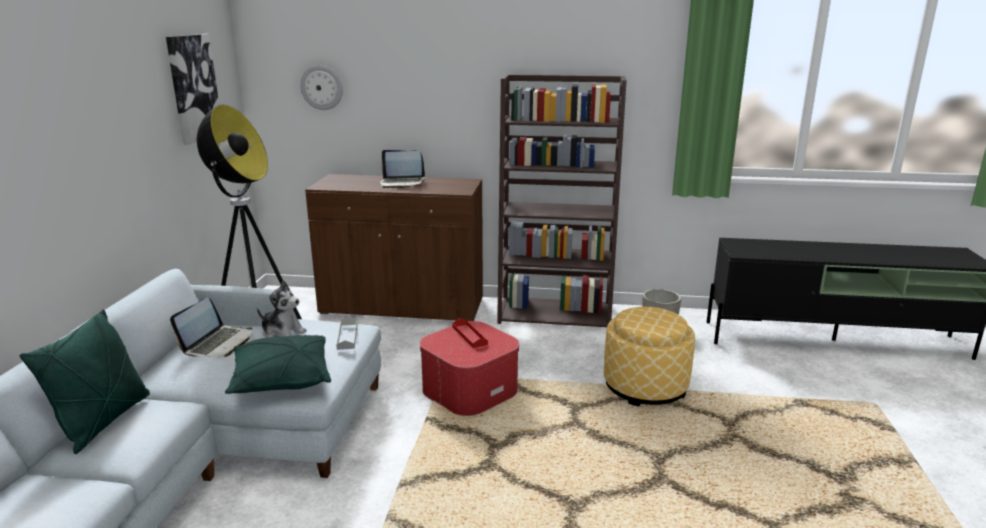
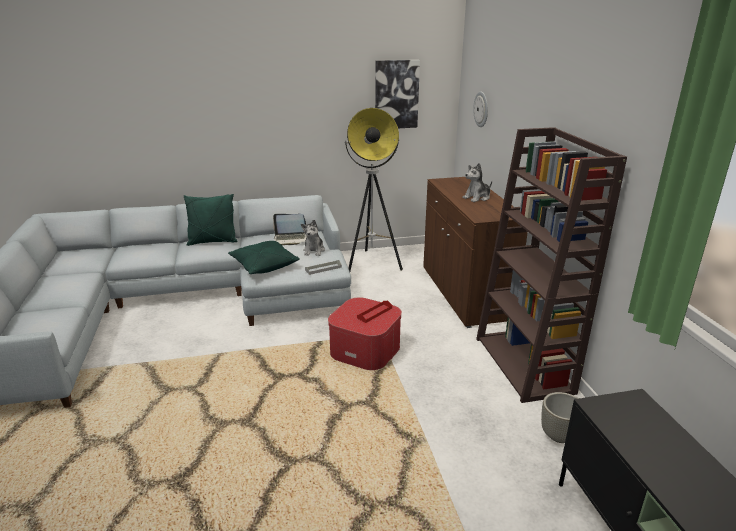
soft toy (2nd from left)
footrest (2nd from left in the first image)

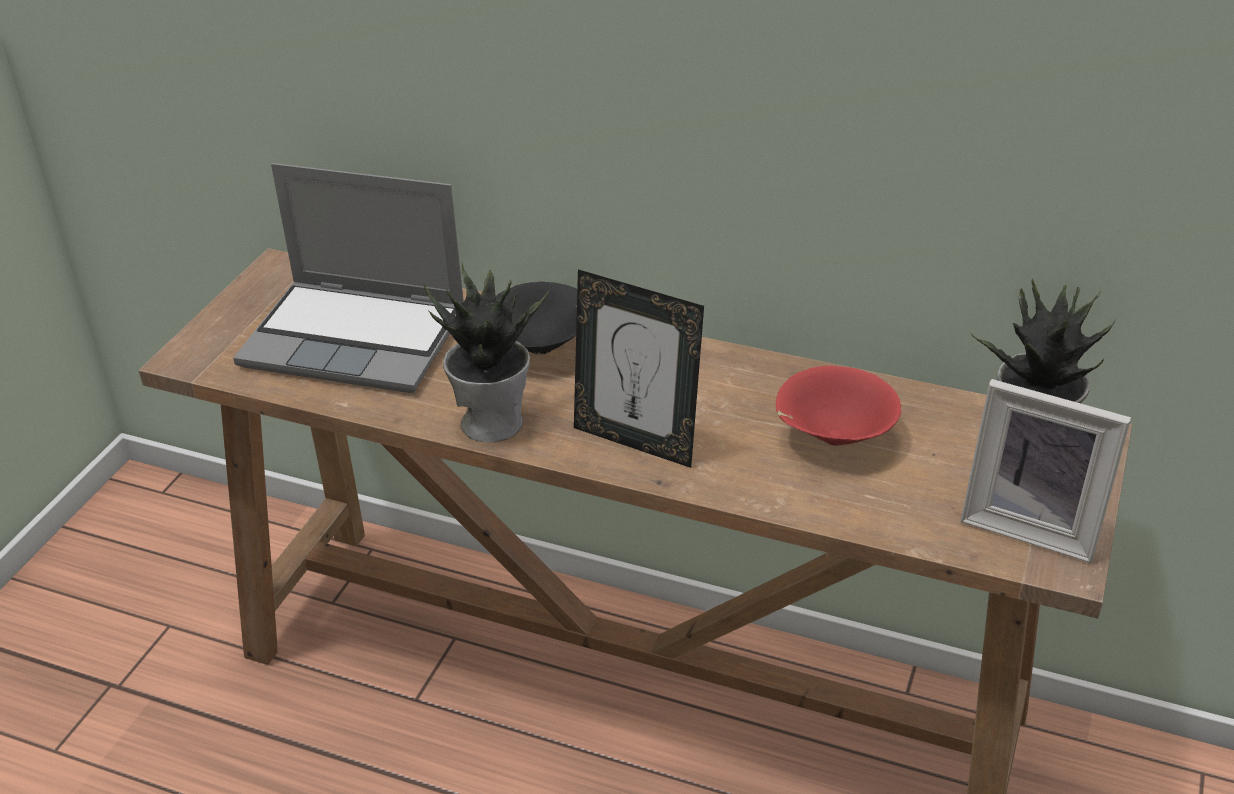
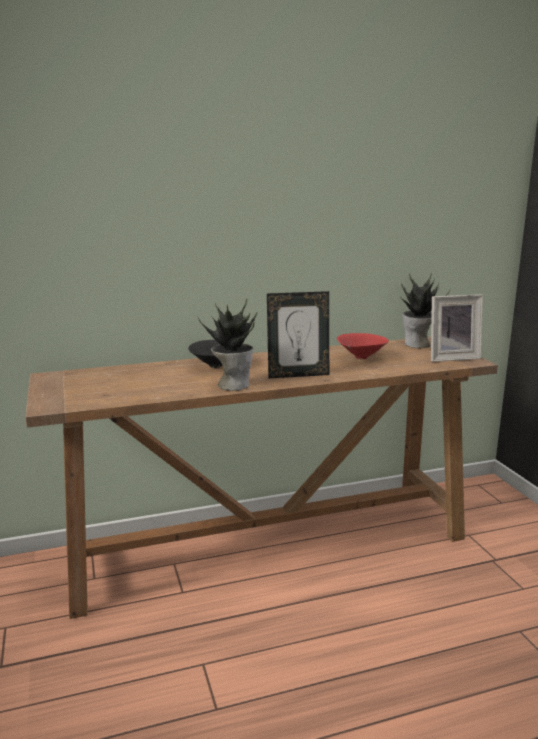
laptop

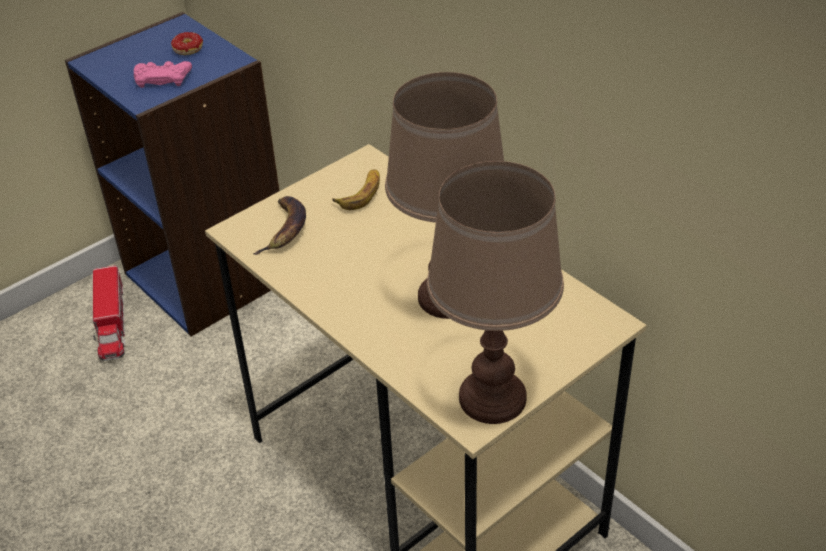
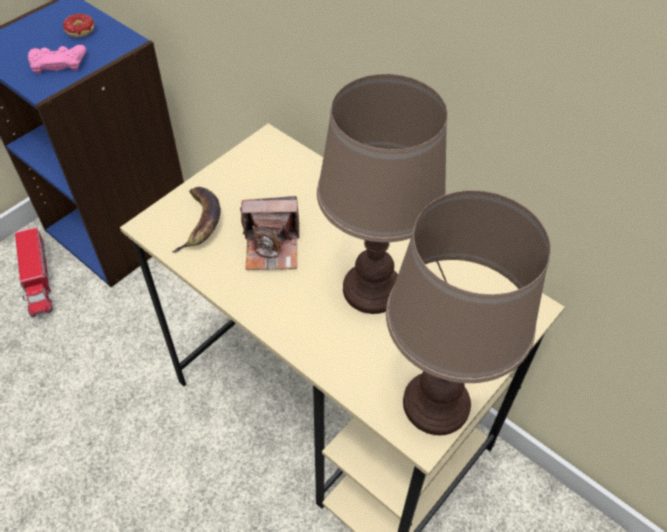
banana fruit (2nd from left in the first image)
photo camera

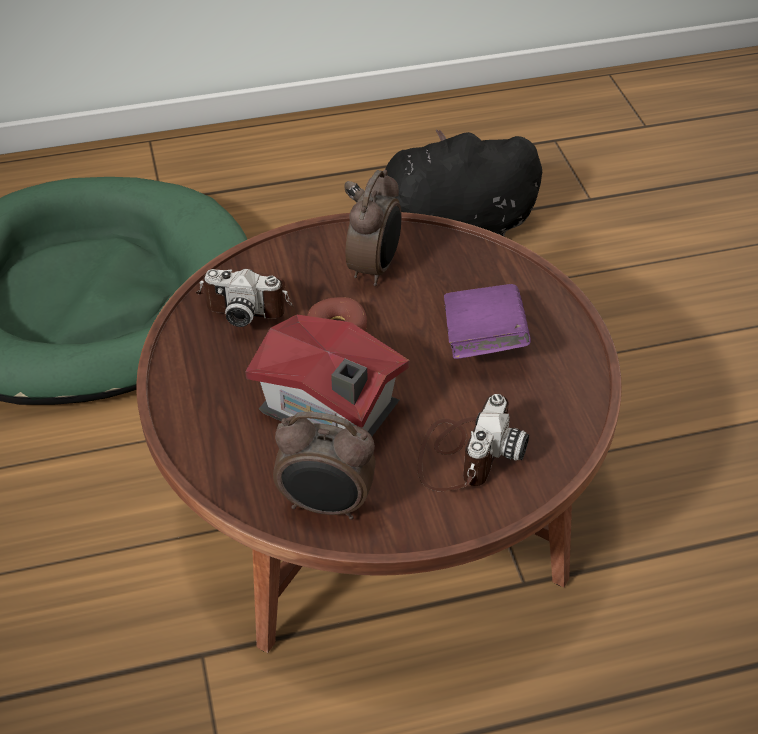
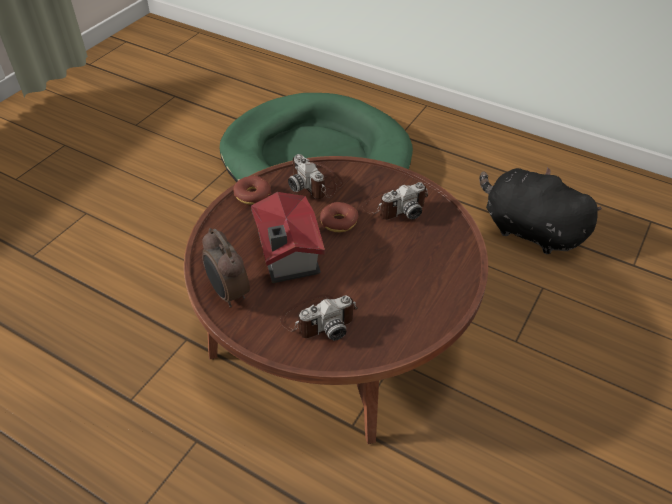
photo camera (3rd from left)
volume in purple
ring doughnut (1st from left)

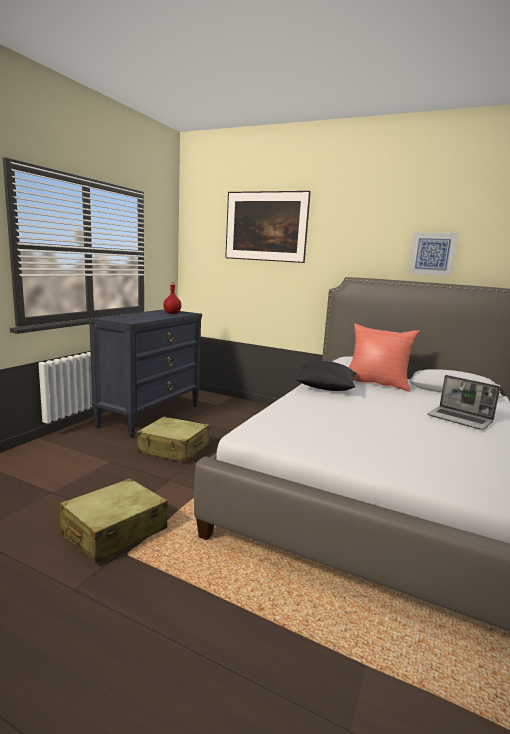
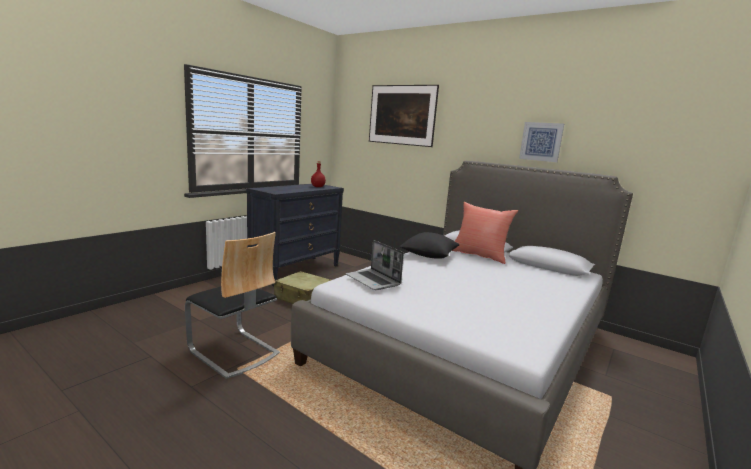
chair
laptop

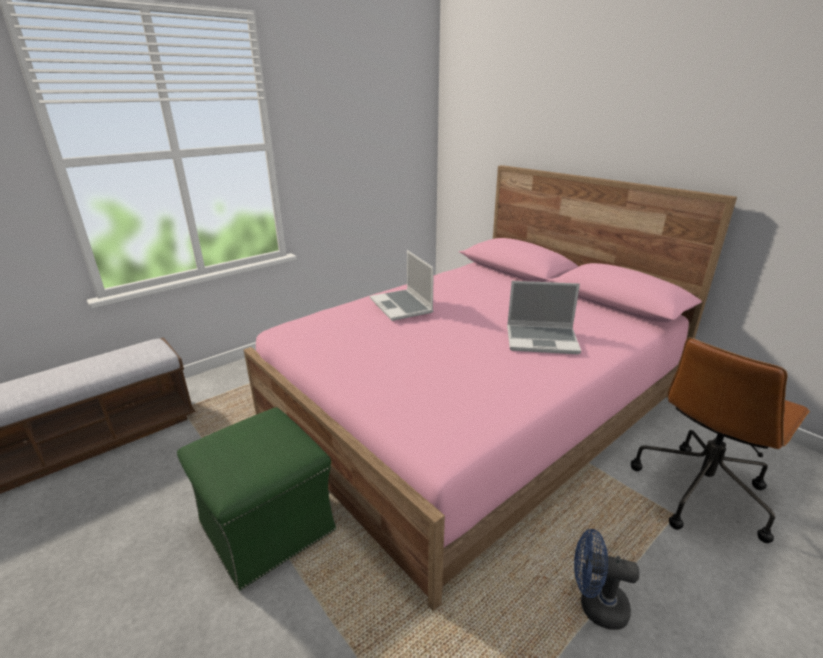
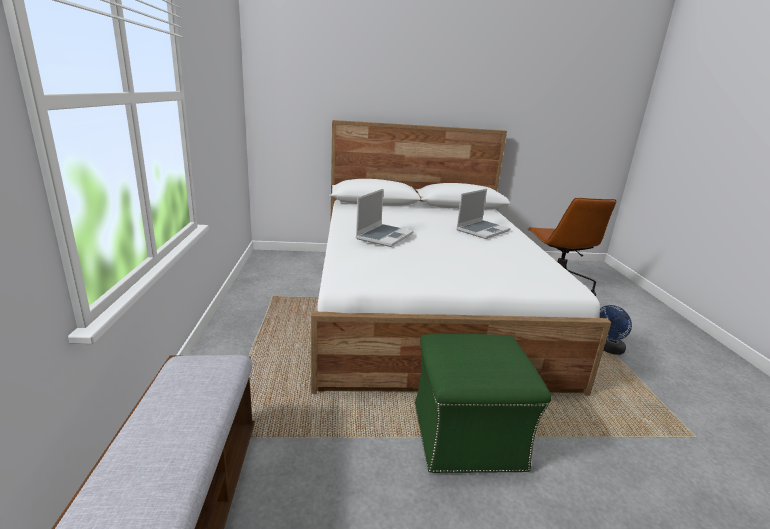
bed in whitish
laptop (1st from left)

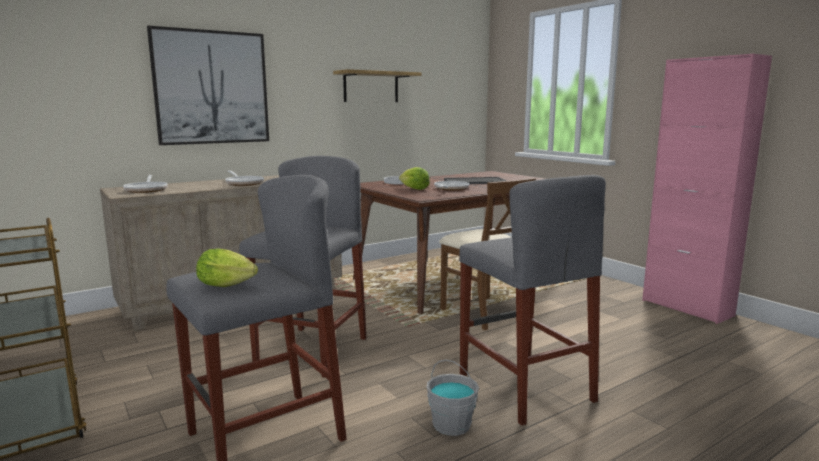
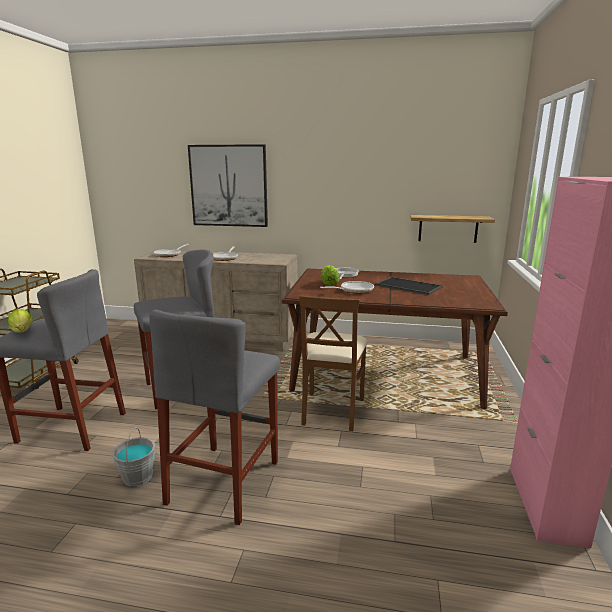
shelf

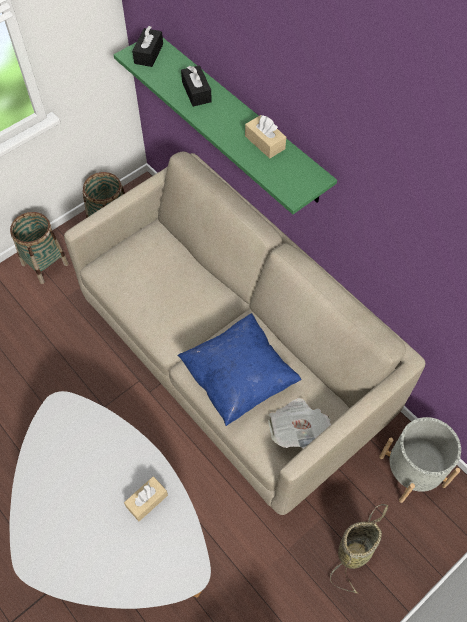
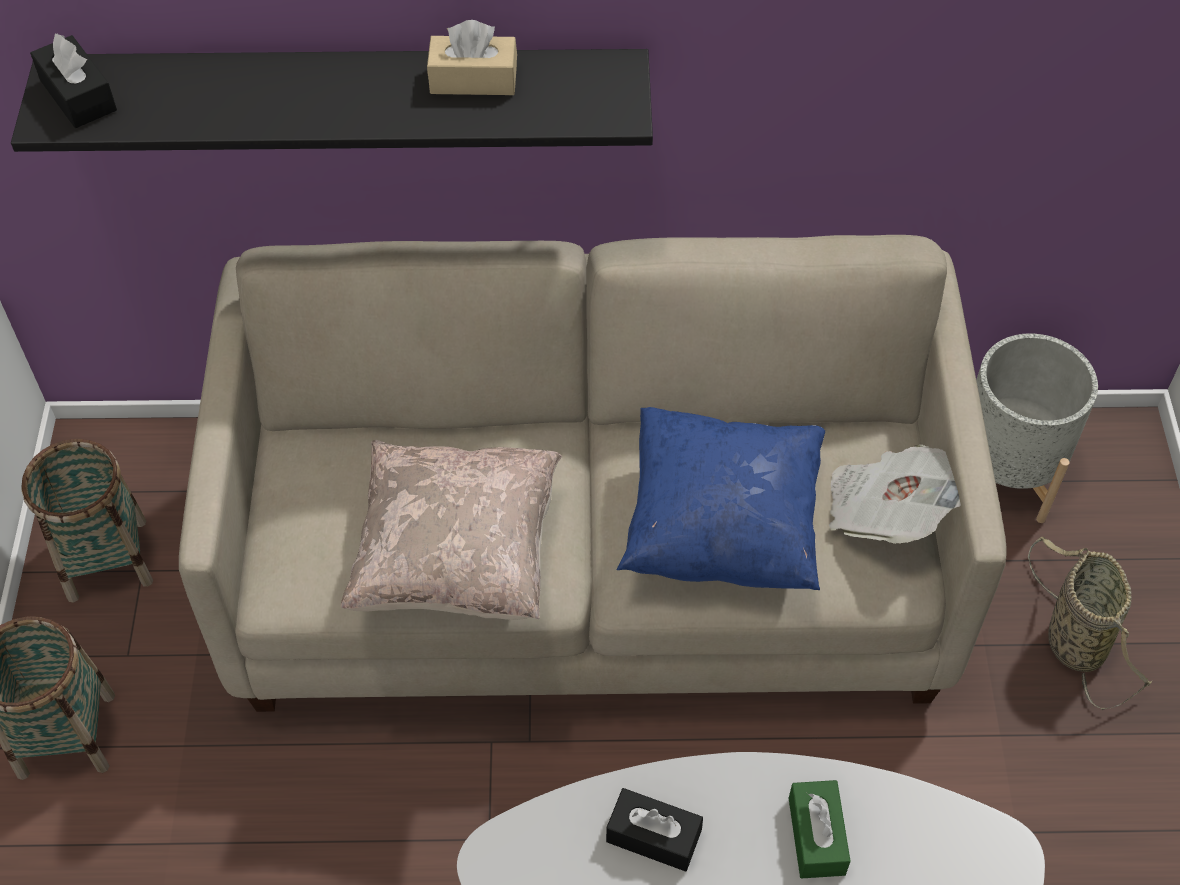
shelf in black-coloured
tissue holder in green
tissue holder in black-coloured (2nd from left)
cushion in beige

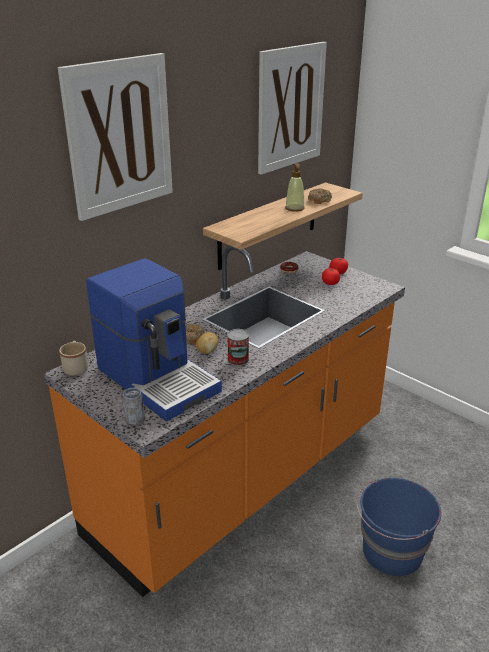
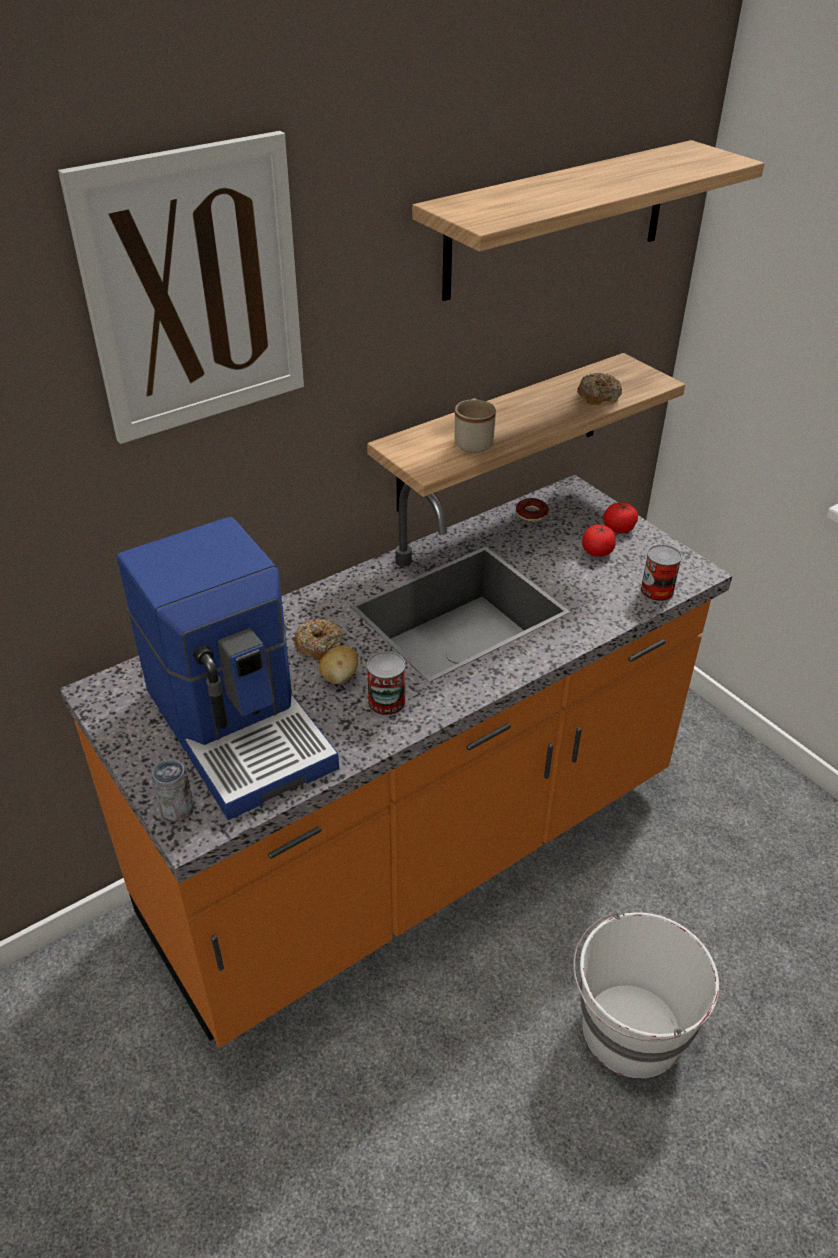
coffee mug in beige
shelf (2nd from left)
soap dispenser
pail in whitish
metal can (3rd from left)

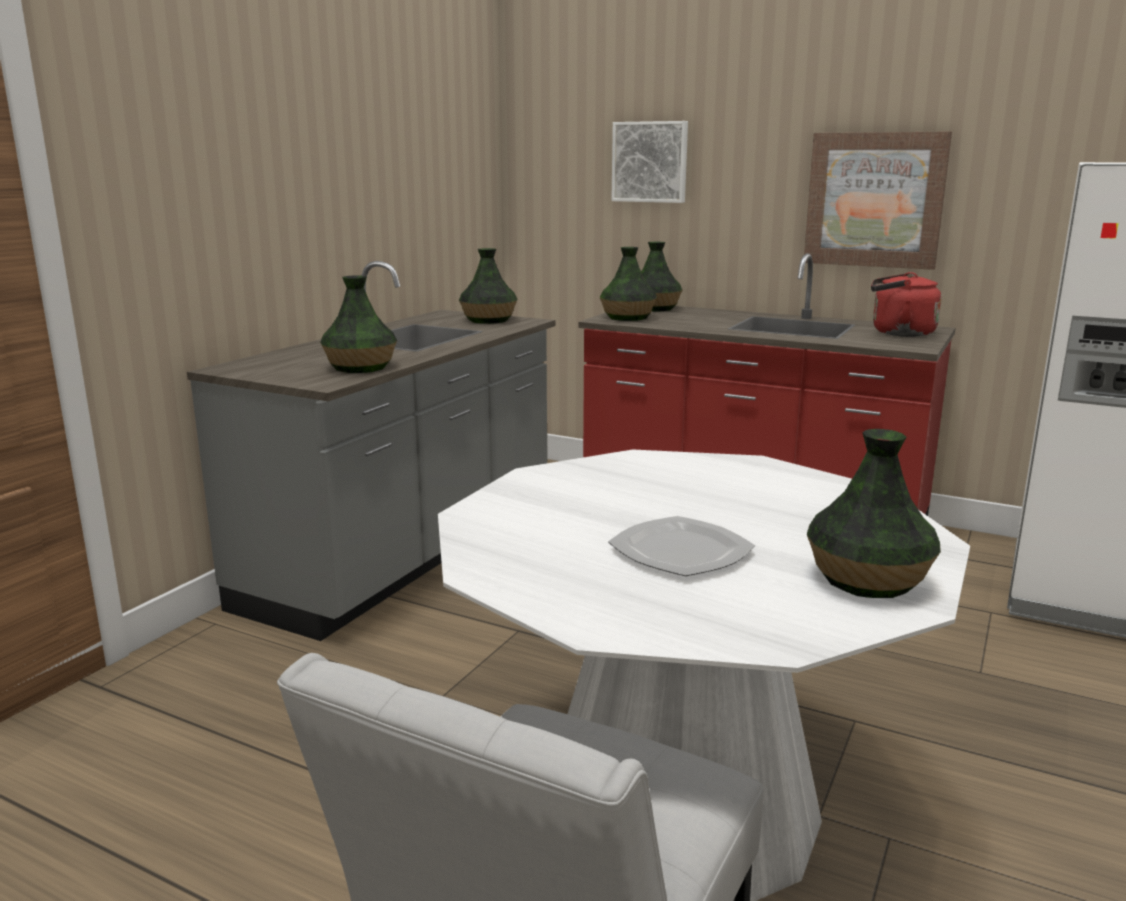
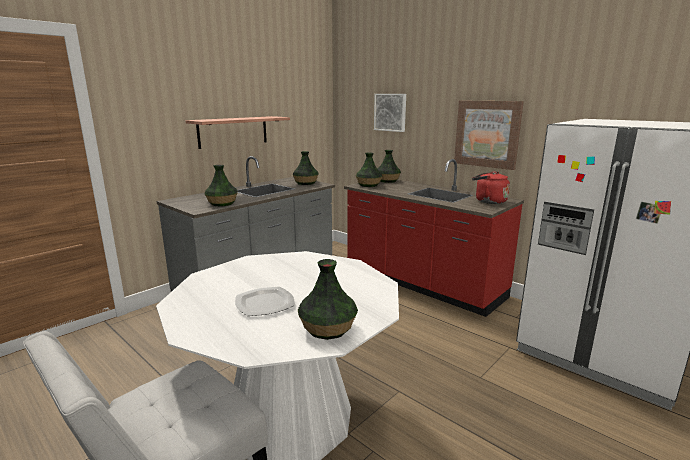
shelf

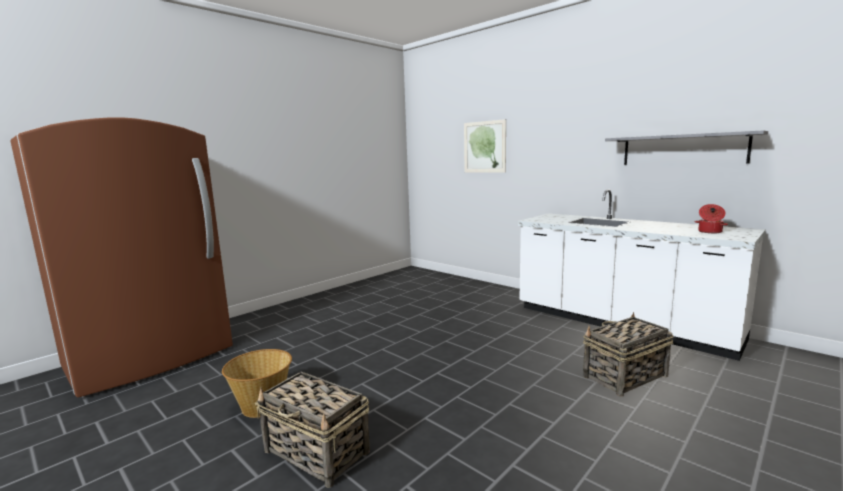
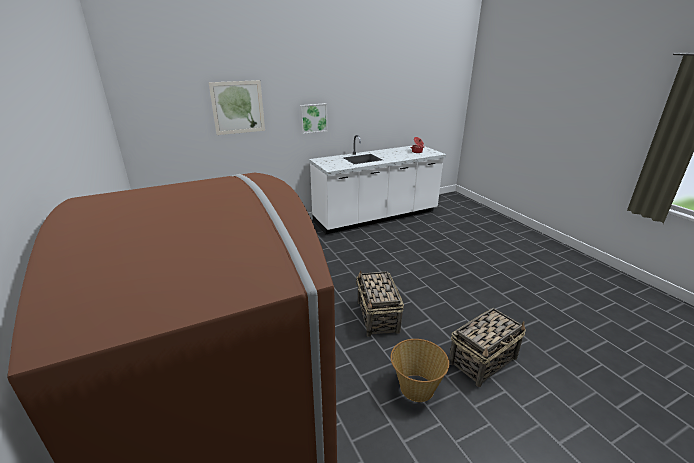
basket (1st from left)
shelf in greyish
picture (2nd from left)

